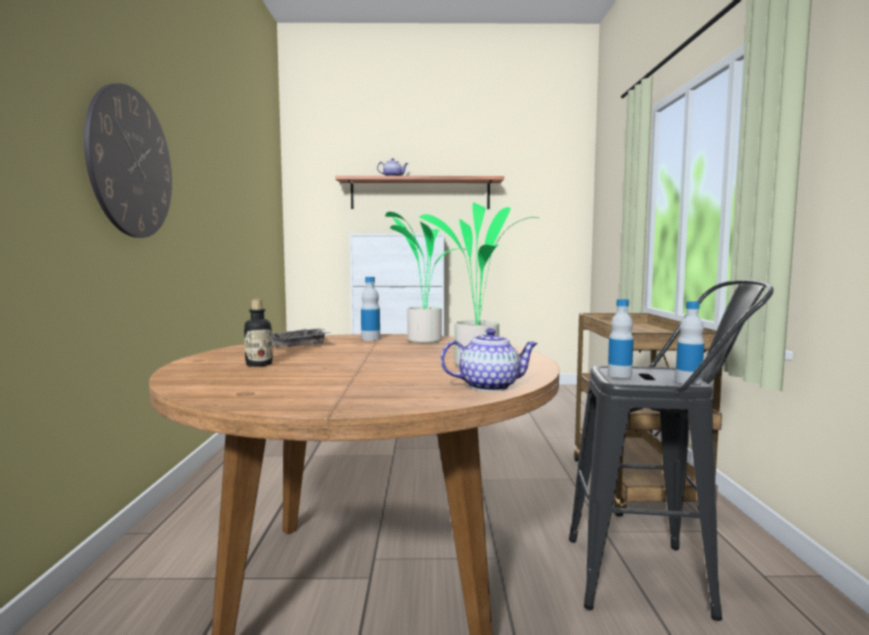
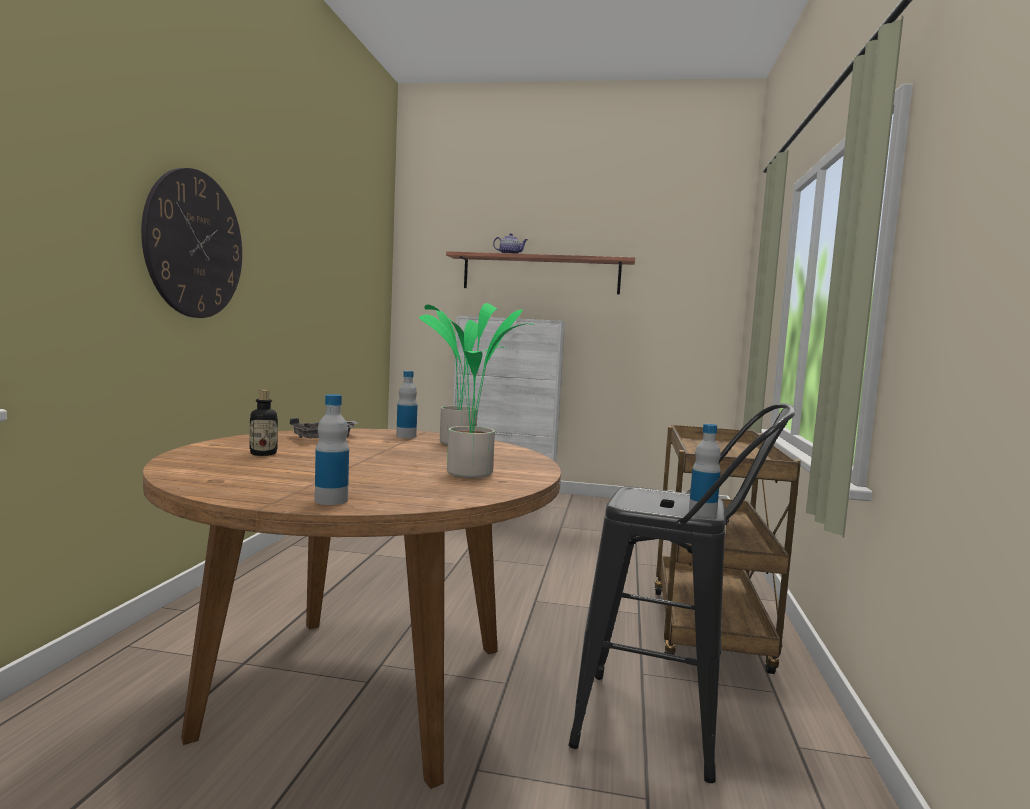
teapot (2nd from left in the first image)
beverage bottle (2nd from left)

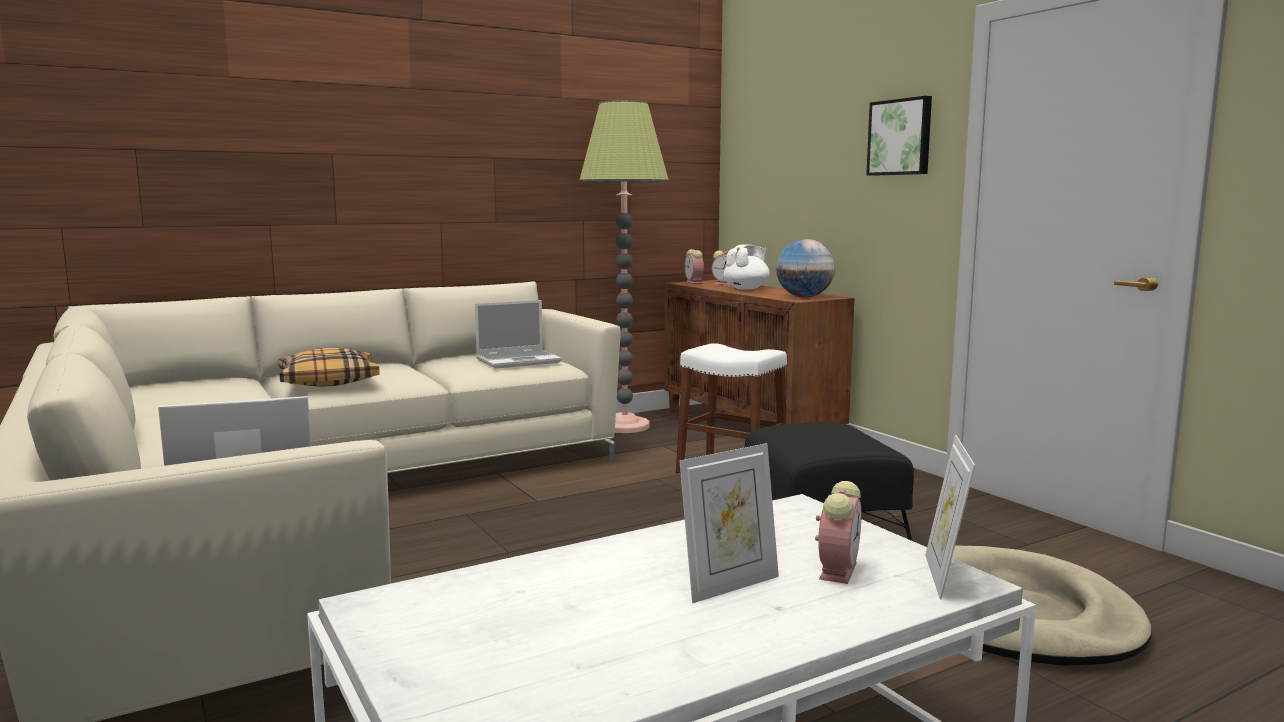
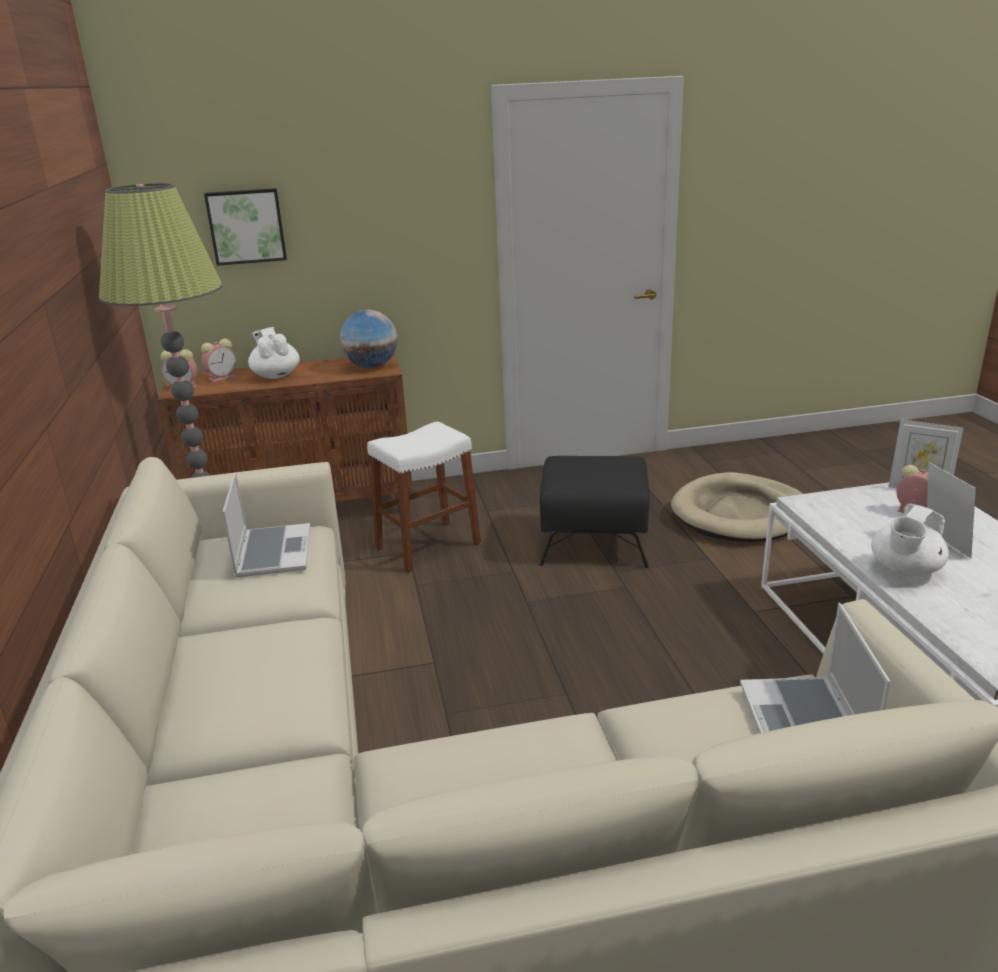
cushion
picture
teapot in whitish (2nd from left)

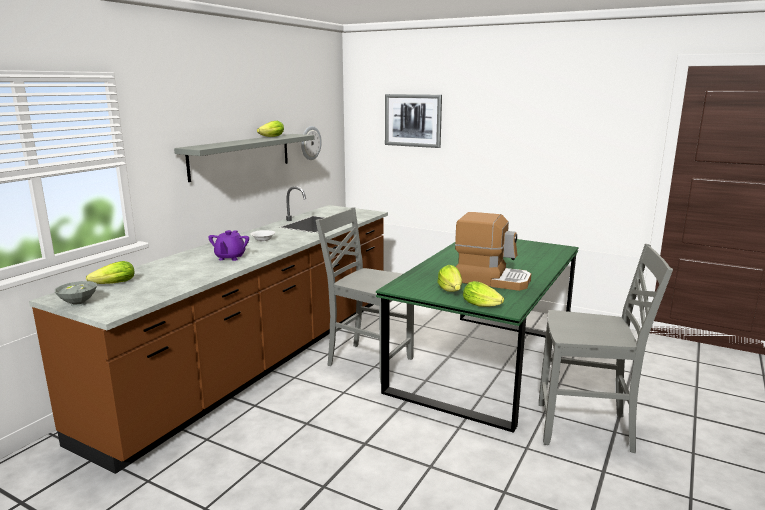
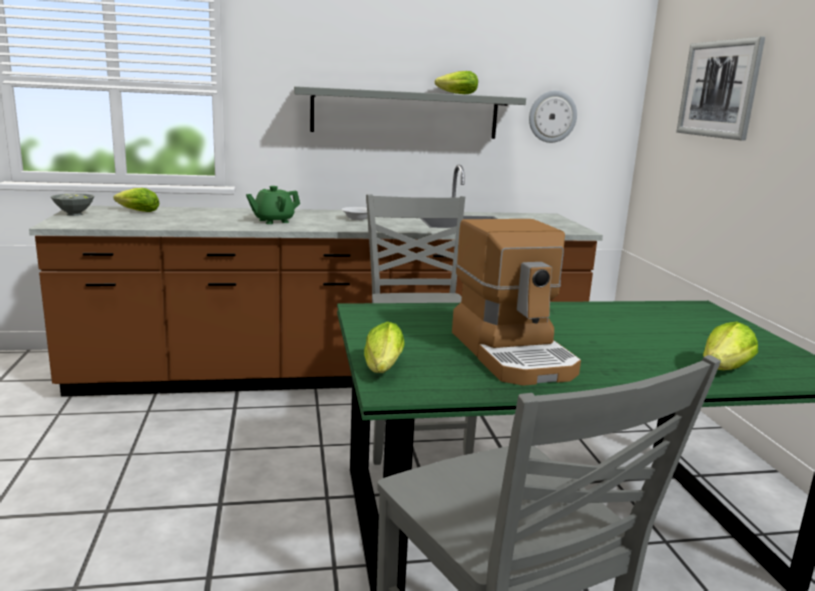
teapot in green
head of lettuce (4th from left)

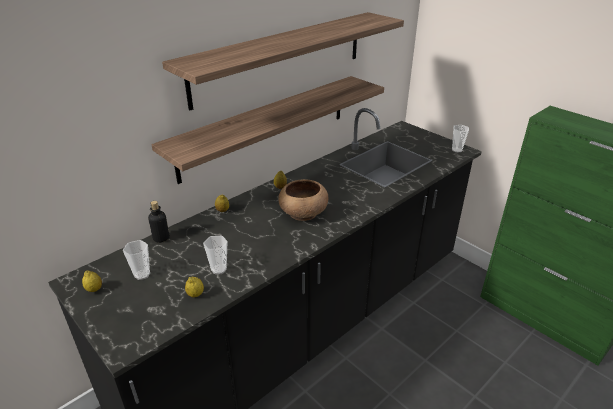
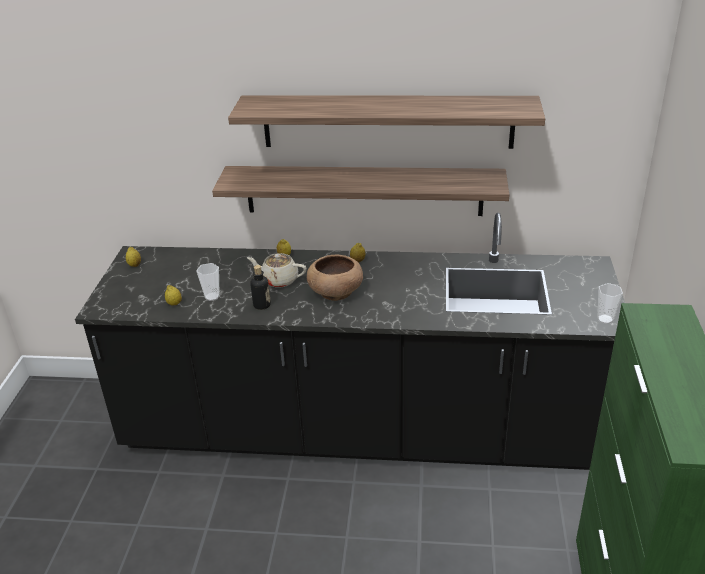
cup (1st from left in the first image)
beverage bottle
teapot in beige

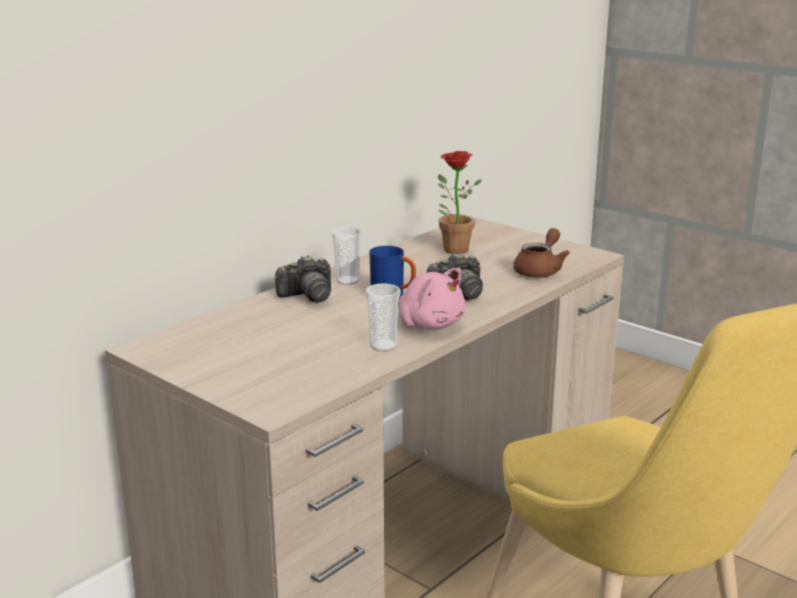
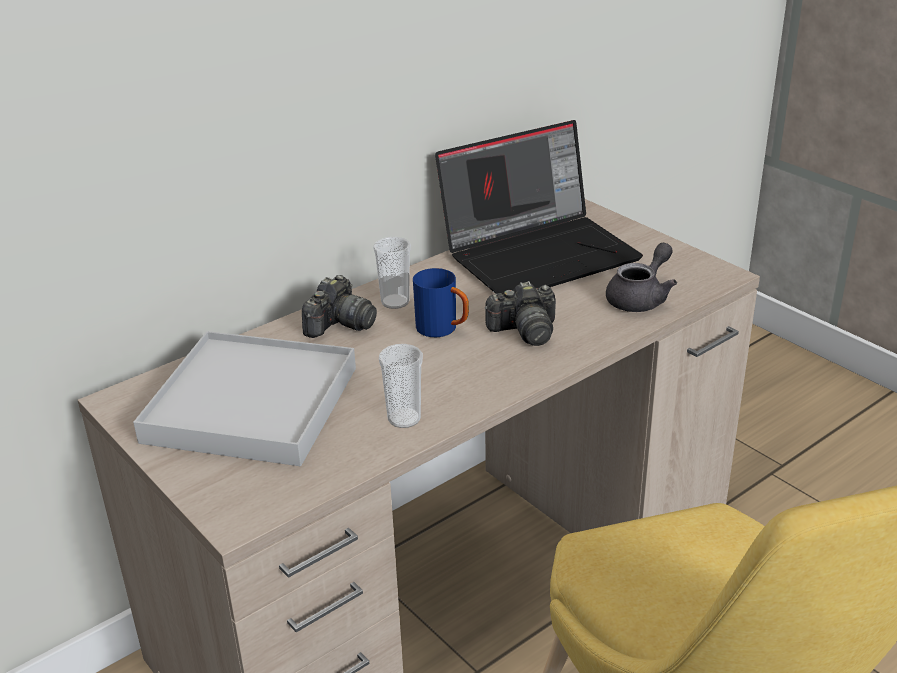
photo camera (1st from left)
soft toy in pink-coloured
laptop
teapot in greyish
tray in whitish

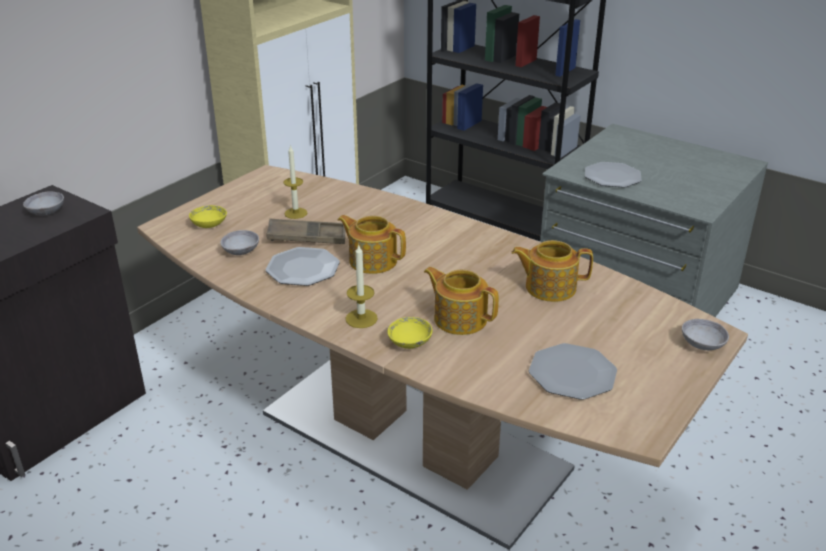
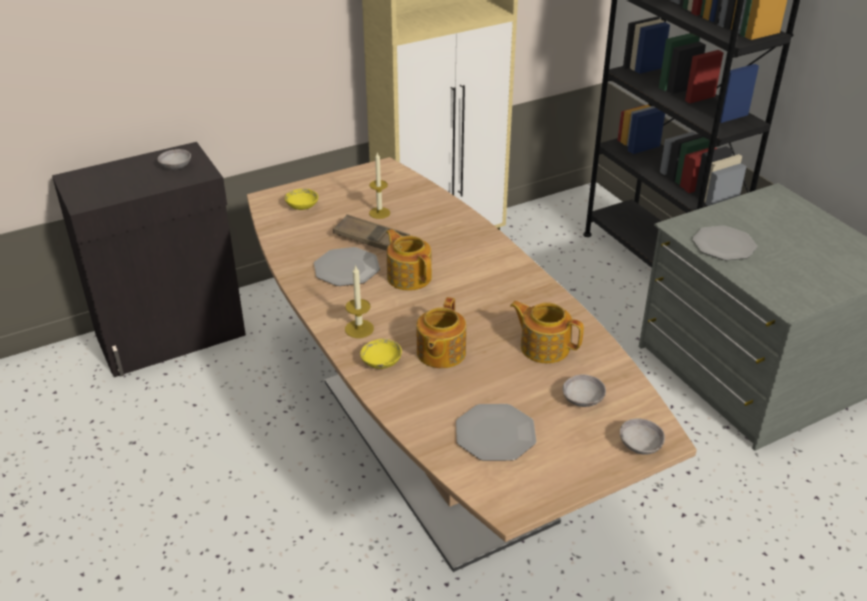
bowl in greyish (2nd from left)
teapot (2nd from left)

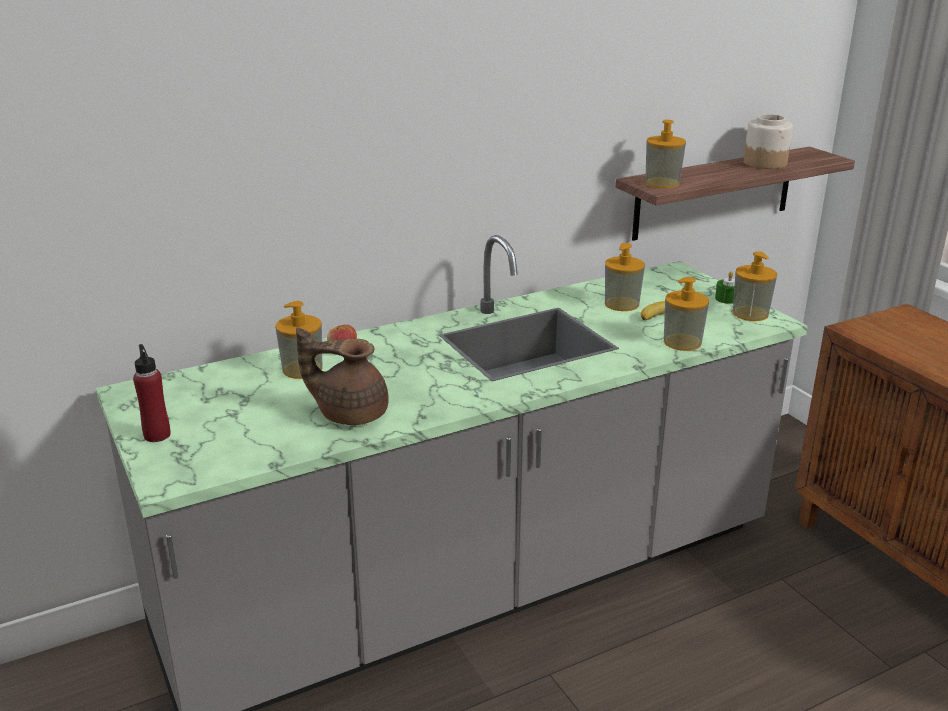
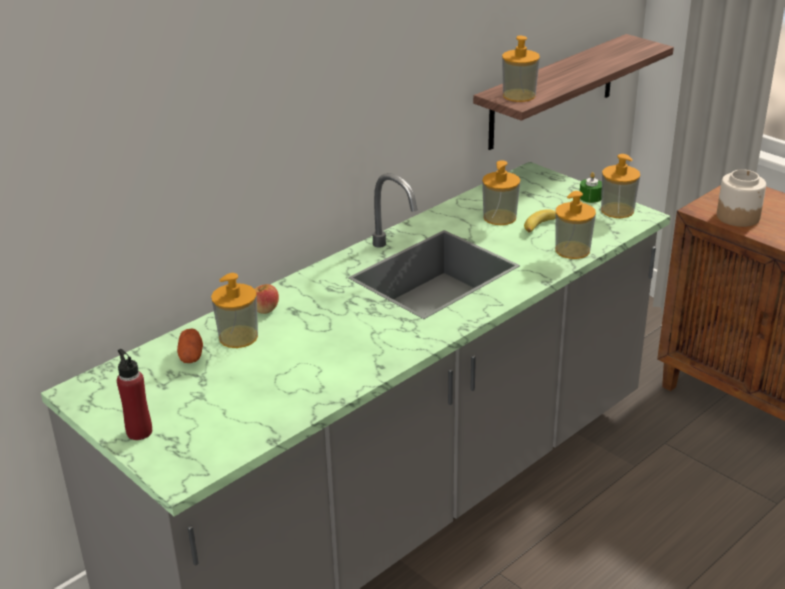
teapot in brownish
storage jar
whole potato

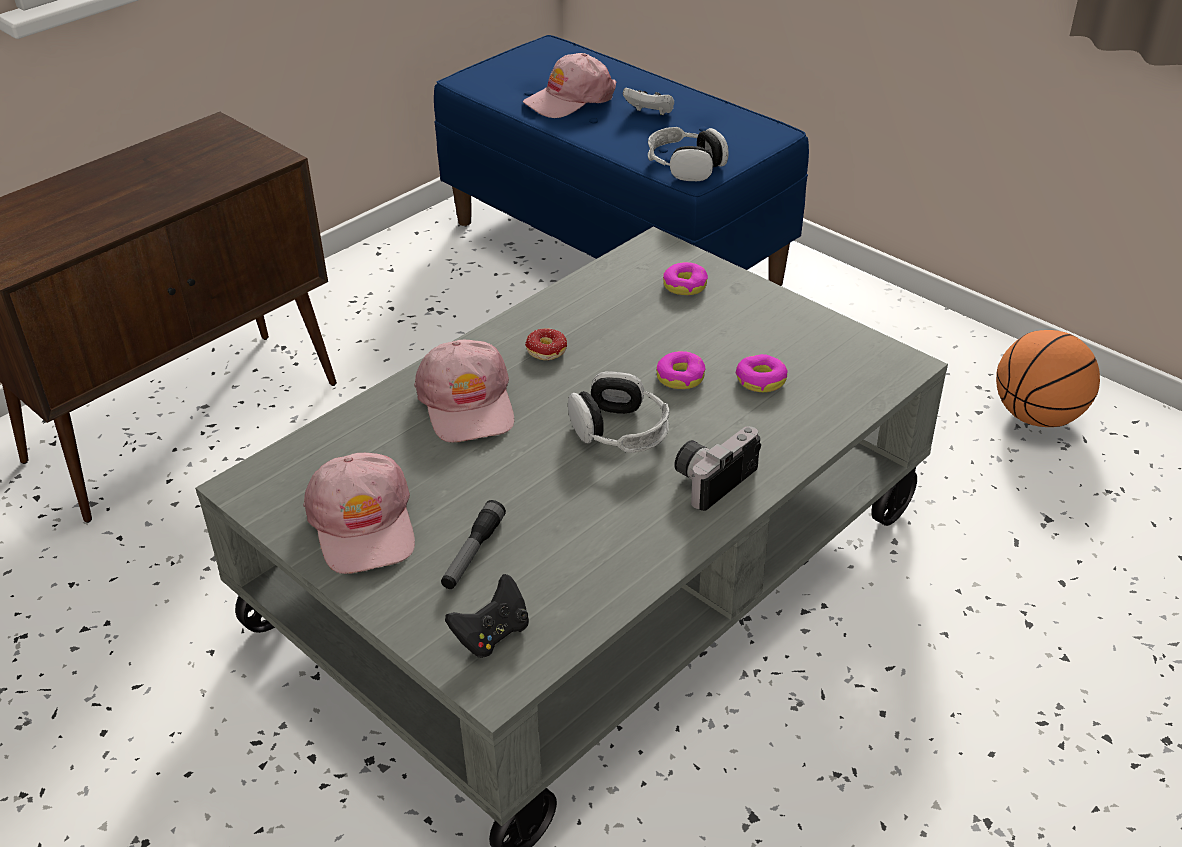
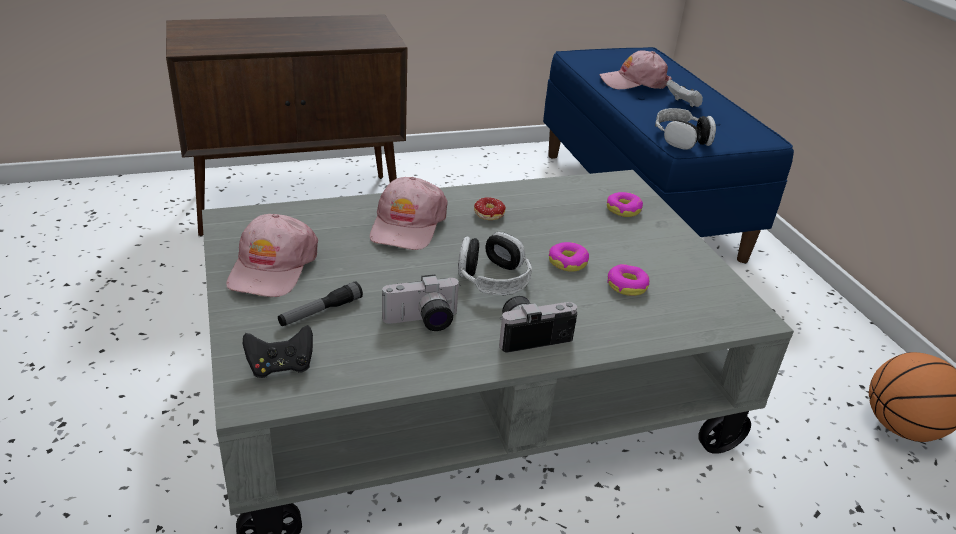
photo camera (1st from left)

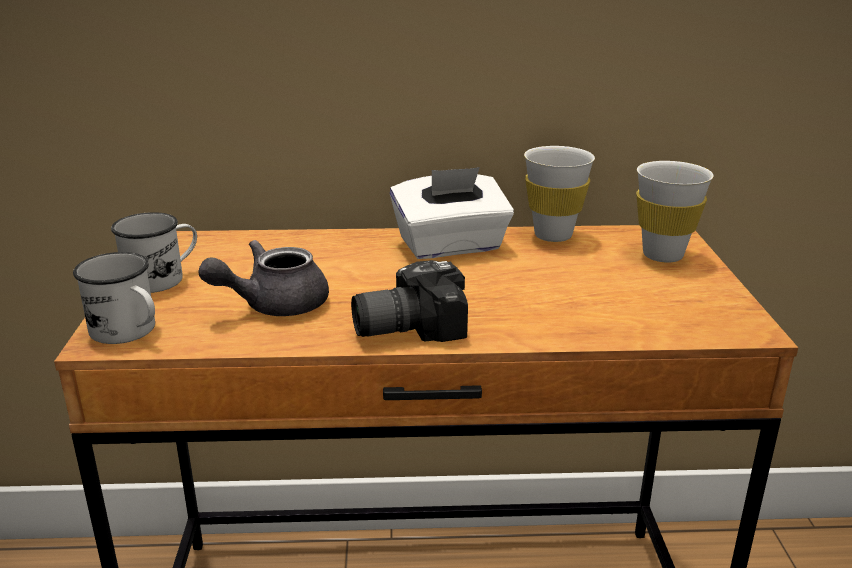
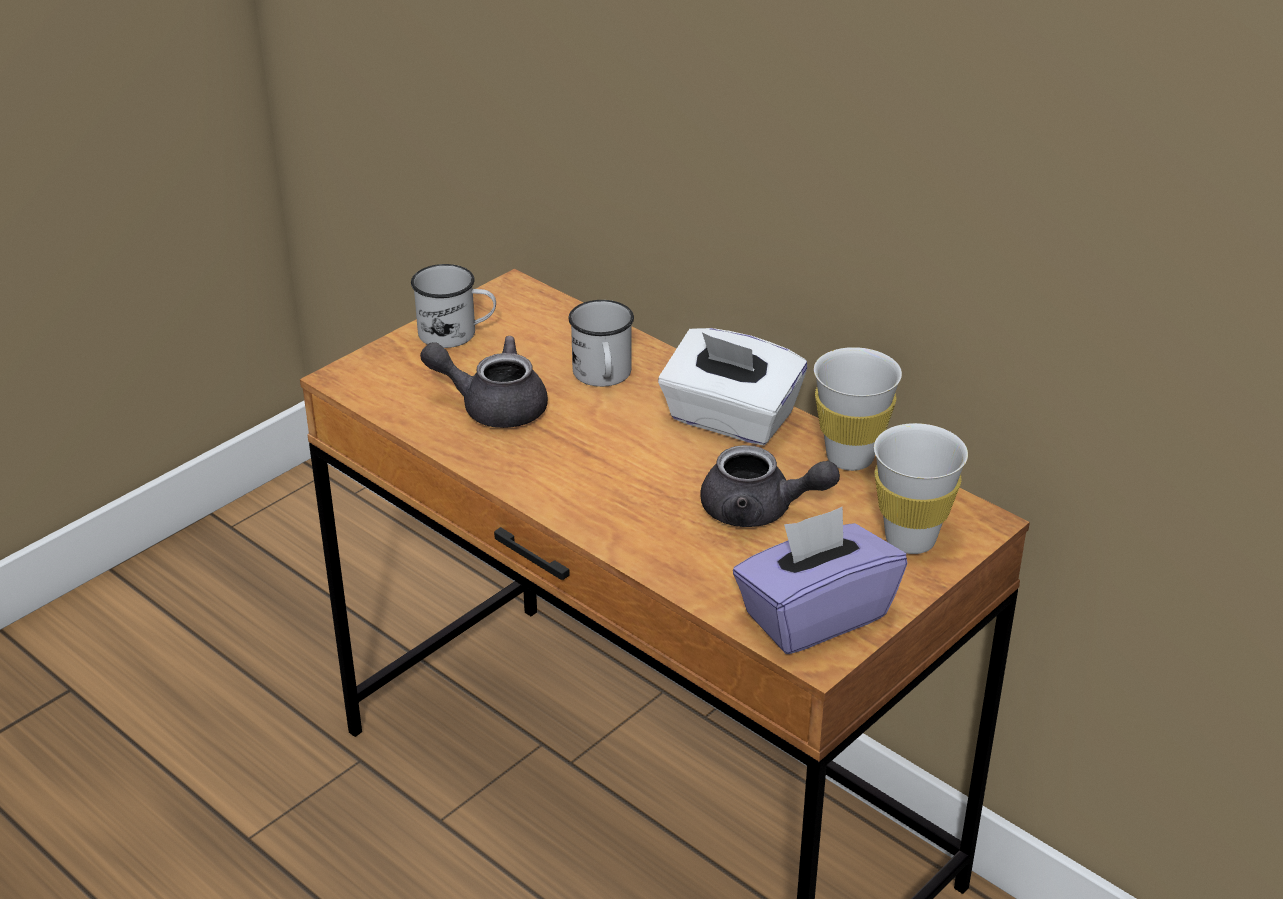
coffee mug in whitish (2nd from left)
photo camera
teapot in greyish (2nd from left)
tissue holder in purple

